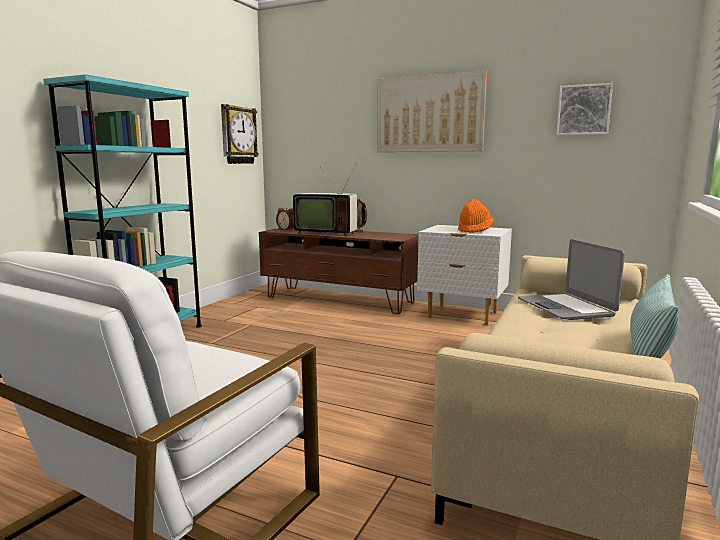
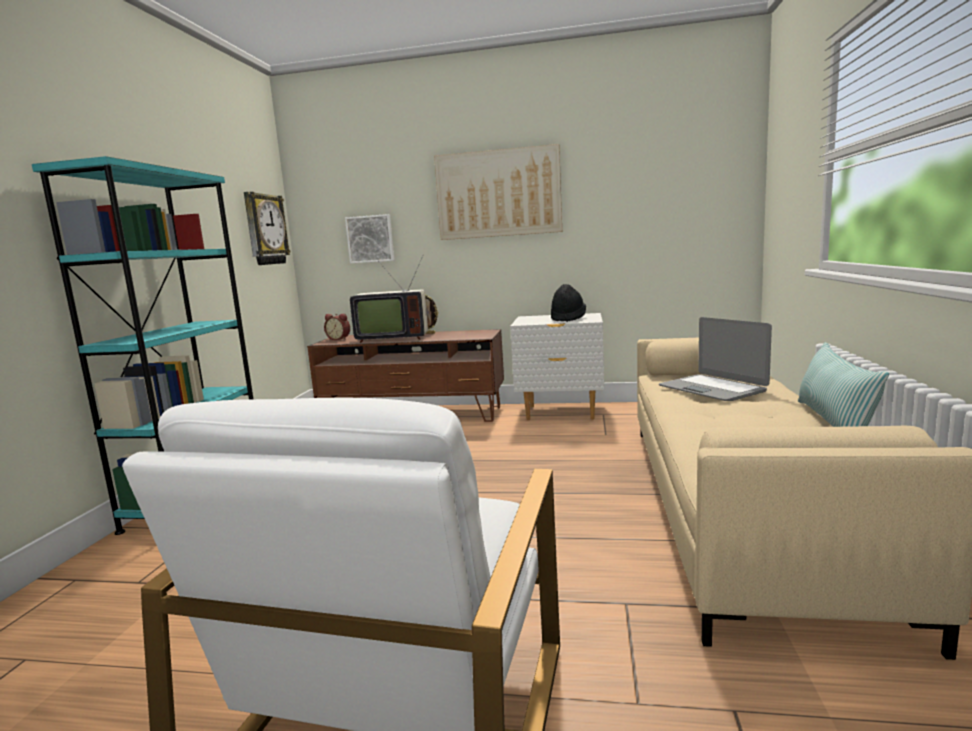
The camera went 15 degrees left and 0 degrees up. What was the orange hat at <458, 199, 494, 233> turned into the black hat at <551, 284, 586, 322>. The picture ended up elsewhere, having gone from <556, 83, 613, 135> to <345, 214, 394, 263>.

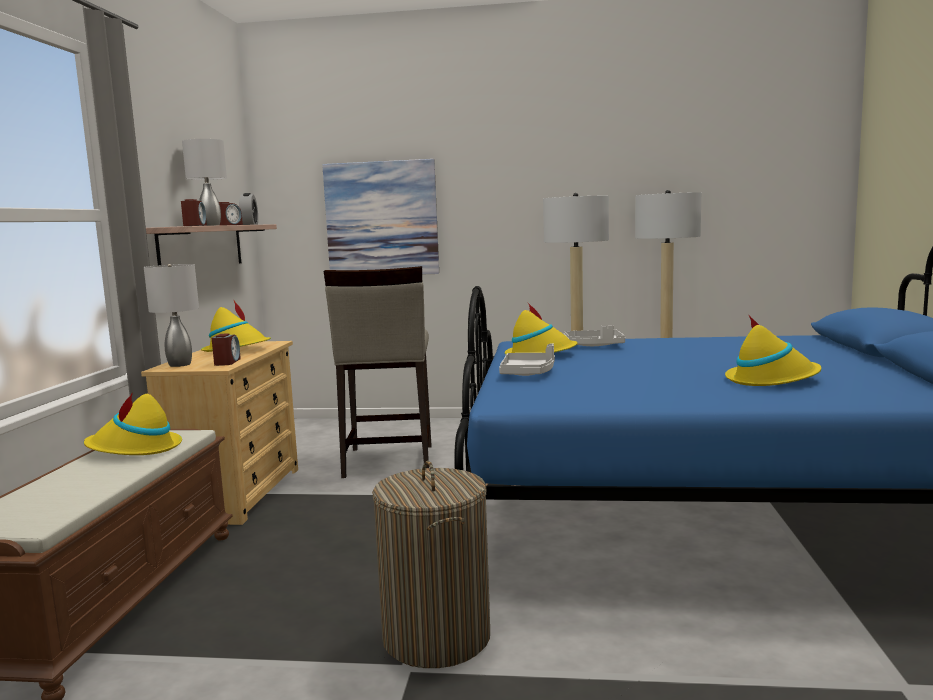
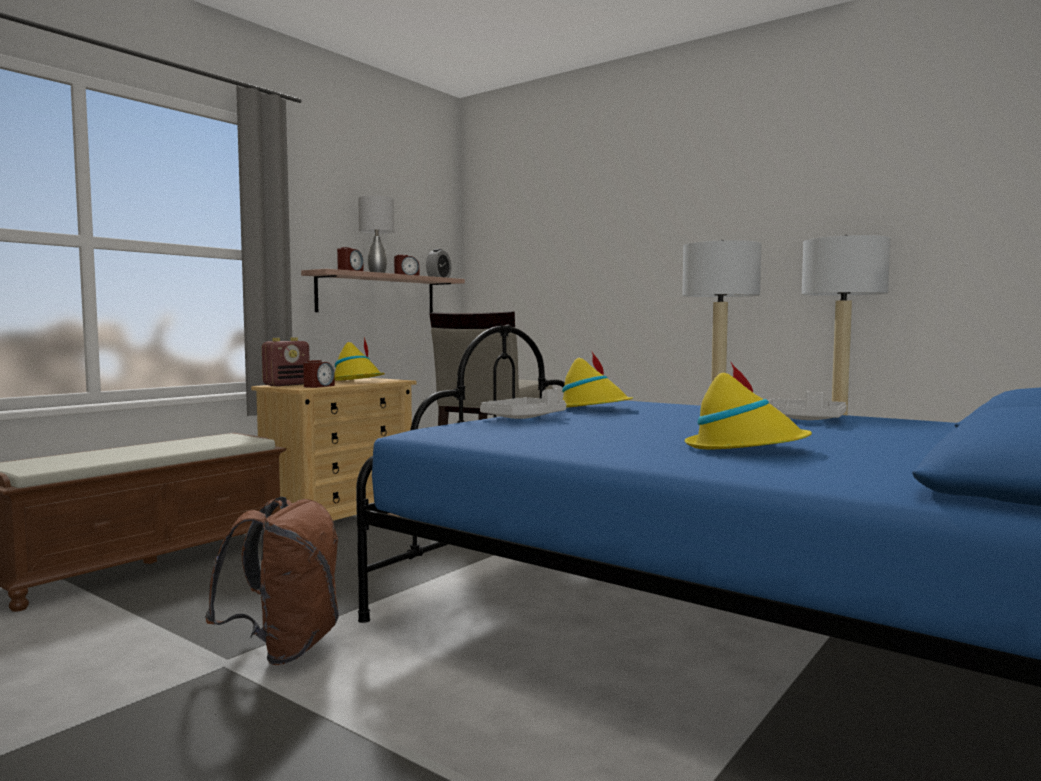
The camera went 30 degrees right and 5 degrees down. The second view lost the yellow hat at <84, 392, 182, 455>. Where the grey table lamp stood at <144, 264, 199, 367>, the radio came to stand at <262, 338, 310, 386>. The second view lost the picture at <322, 159, 439, 274>. Where the laundry basket stood at <372, 461, 490, 668>, the brown backpack came to stand at <205, 497, 339, 665>. The grey tray ended up elsewhere, having gone from <564, 325, 625, 346> to <768, 392, 847, 420>.

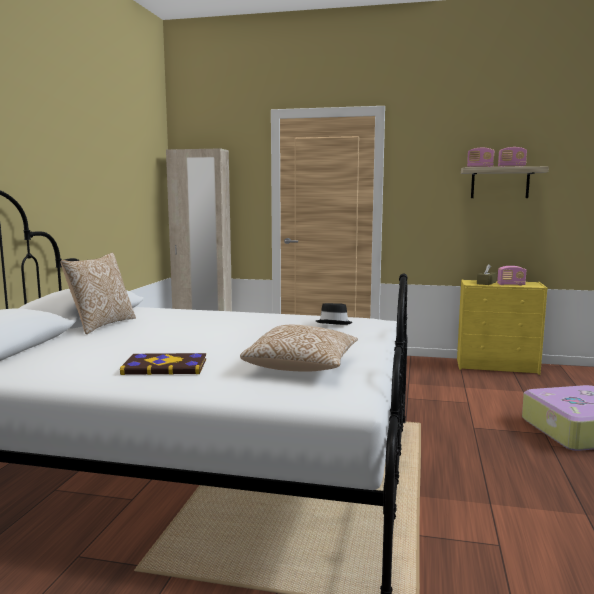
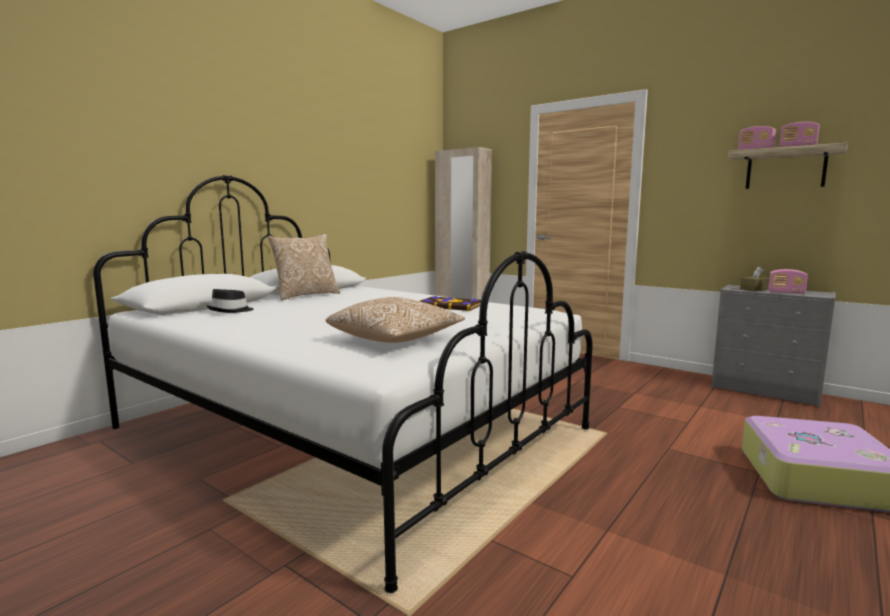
The camera went 25 degrees right and 0 degrees up. The book ended up elsewhere, having gone from <120, 353, 206, 375> to <420, 296, 481, 311>. The black hat ended up elsewhere, having gone from <316, 303, 353, 325> to <206, 289, 253, 313>. What was the yellow dresser at <457, 279, 547, 375> turned into the grey dresser at <711, 285, 836, 408>.

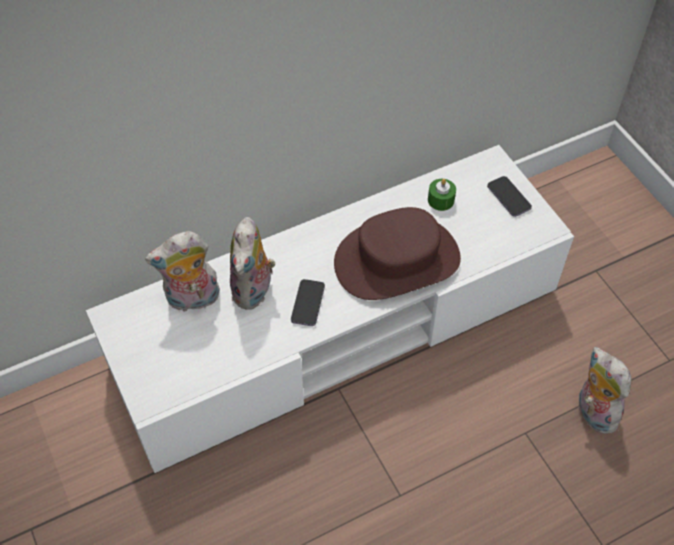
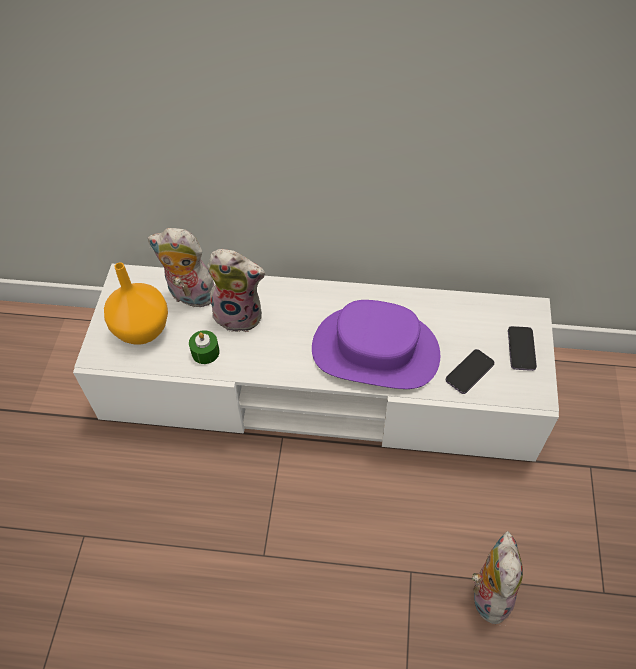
The camera went 35 degrees right and 0 degrees up. The plush toy at <230, 217, 275, 310> ended up facing another way, 120 degrees counterclockwise from before. The phone ended up elsewhere, having gone from <291, 279, 325, 326> to <446, 349, 495, 394>. What was the brown hat at <334, 207, 461, 300> turned into the purple hat at <312, 300, 440, 389>. The green candle ended up elsewhere, having gone from <428, 179, 456, 211> to <189, 330, 220, 364>. The second view gained the orange vase at <104, 262, 168, 345>.

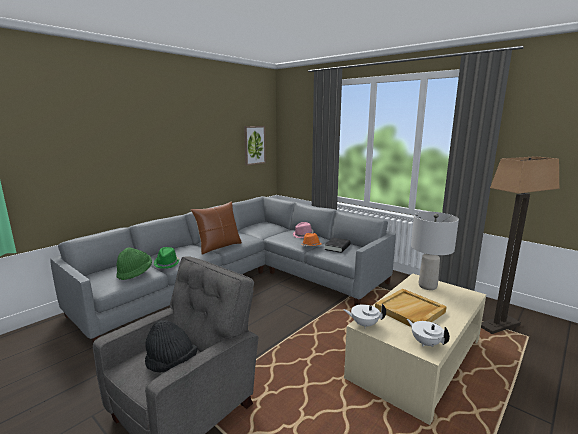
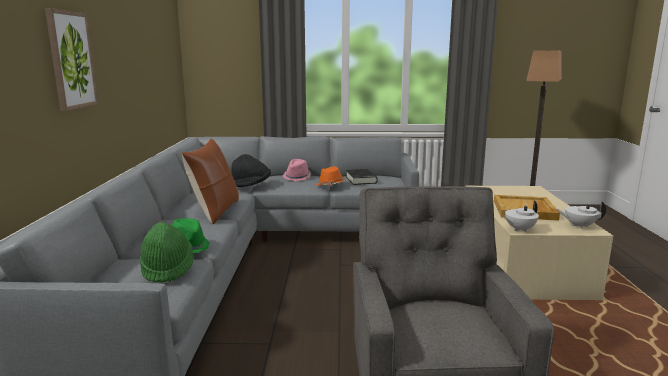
The camera went 40 degrees left and 0 degrees up. The black hat ended up elsewhere, having gone from <145, 320, 198, 373> to <231, 154, 271, 187>. The picture ended up elsewhere, having gone from <244, 126, 266, 166> to <45, 8, 99, 111>. The second view lost the grey table lamp at <411, 212, 459, 290>.

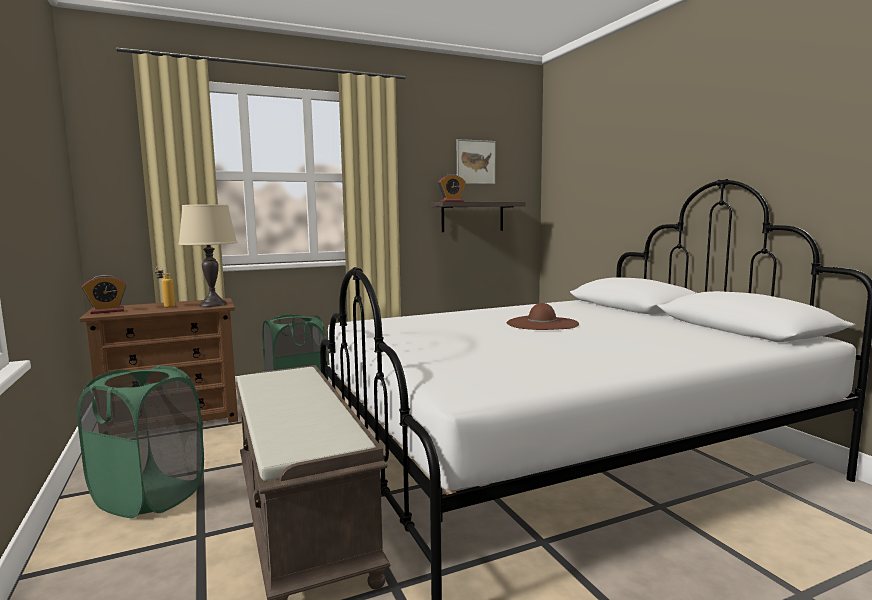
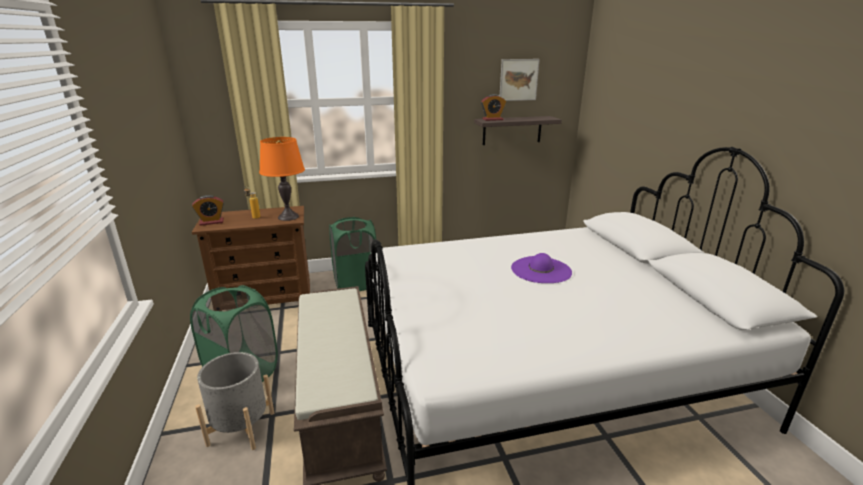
The camera went 10 degrees right and 15 degrees up. What was the beige table lamp at <178, 205, 238, 307> turned into the orange table lamp at <259, 137, 305, 221>. What was the brown hat at <506, 303, 579, 330> turned into the purple hat at <511, 253, 572, 283>. The second view gained the grey planter at <195, 352, 274, 450>.

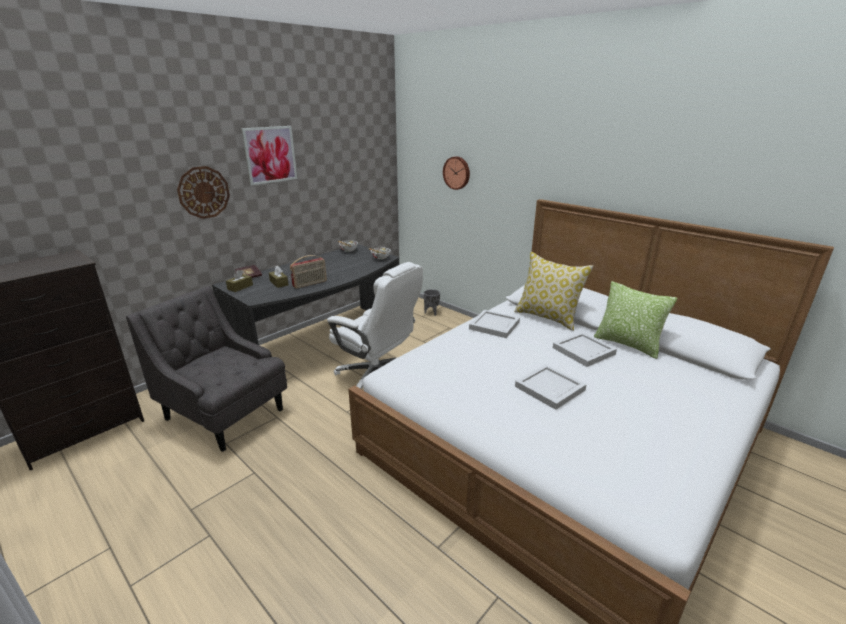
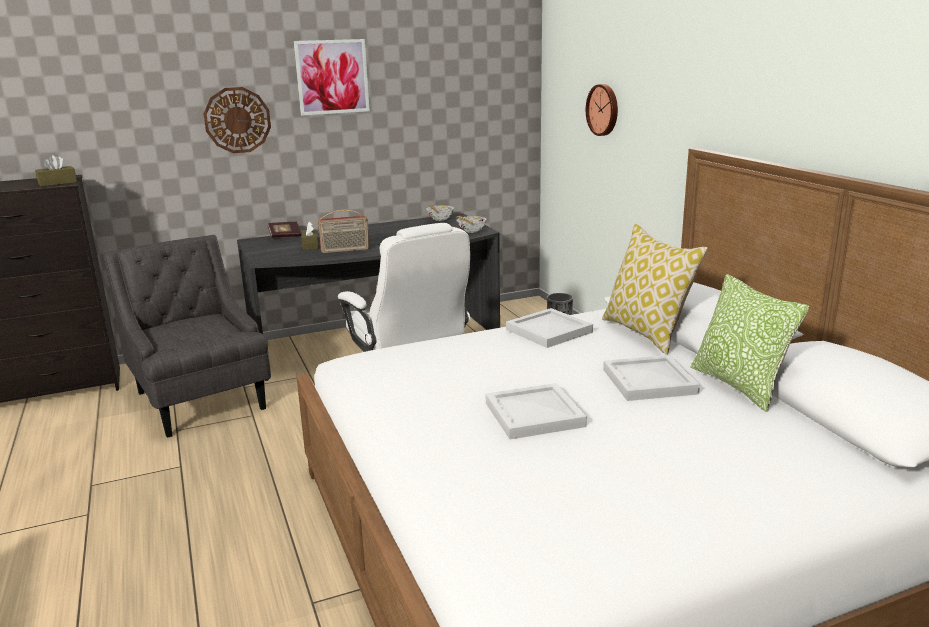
The camera went 25 degrees right and 5 degrees down. The brown tissue box ended up elsewhere, having gone from <226, 270, 253, 292> to <35, 155, 77, 187>.

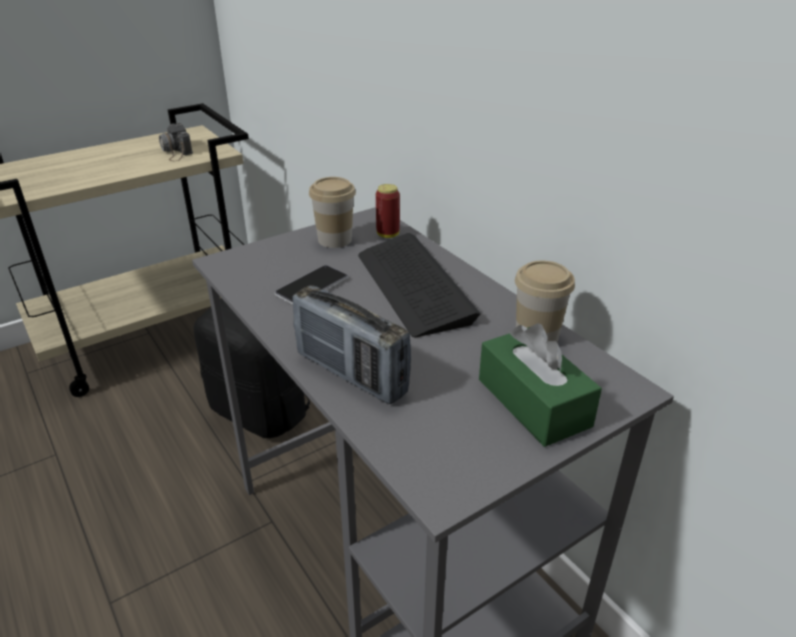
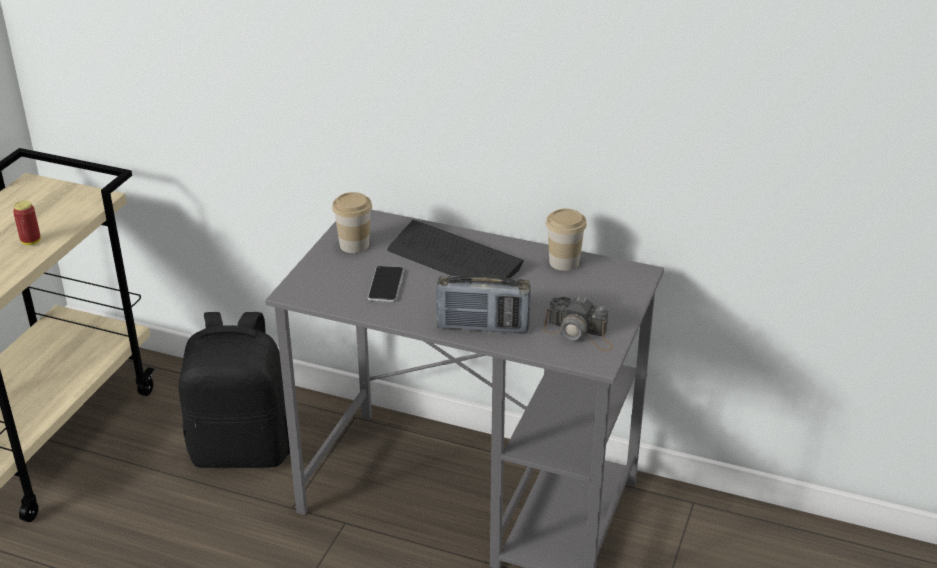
The camera went 35 degrees left and 0 degrees up. The photo camera ended up elsewhere, having gone from <159, 123, 193, 161> to <543, 296, 613, 351>. The can ended up elsewhere, having gone from <376, 184, 400, 238> to <13, 201, 41, 245>. The second view lost the green tissue box at <479, 323, 602, 447>.

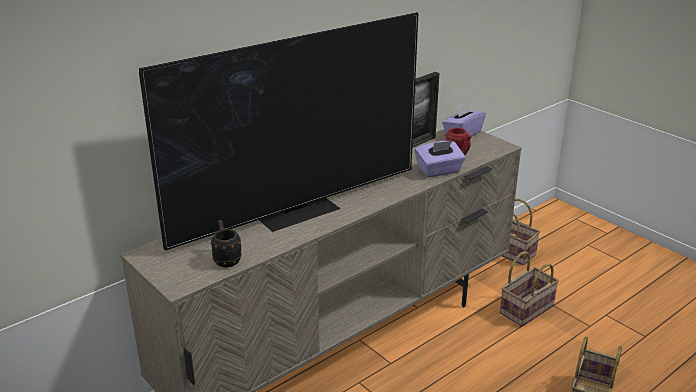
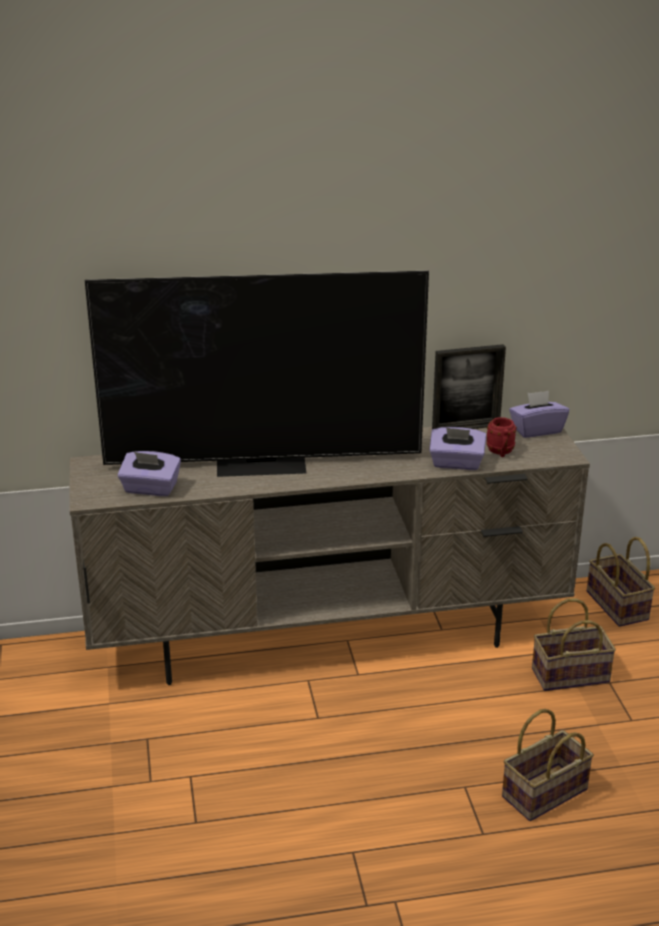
The camera went 30 degrees right and 0 degrees up. Where the black mug stood at <211, 220, 241, 267>, the purple tissue box came to stand at <118, 451, 181, 496>.

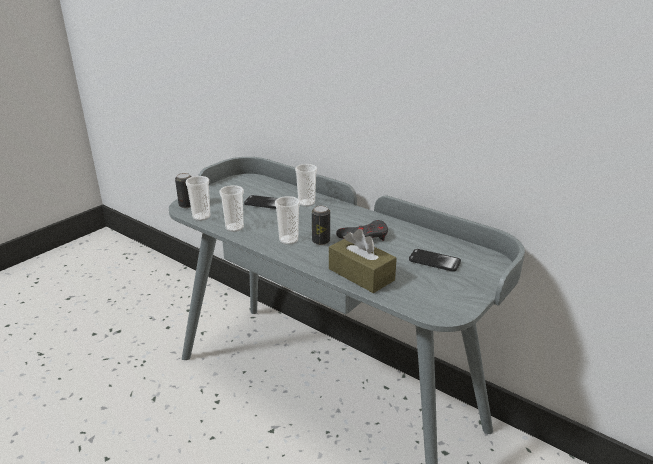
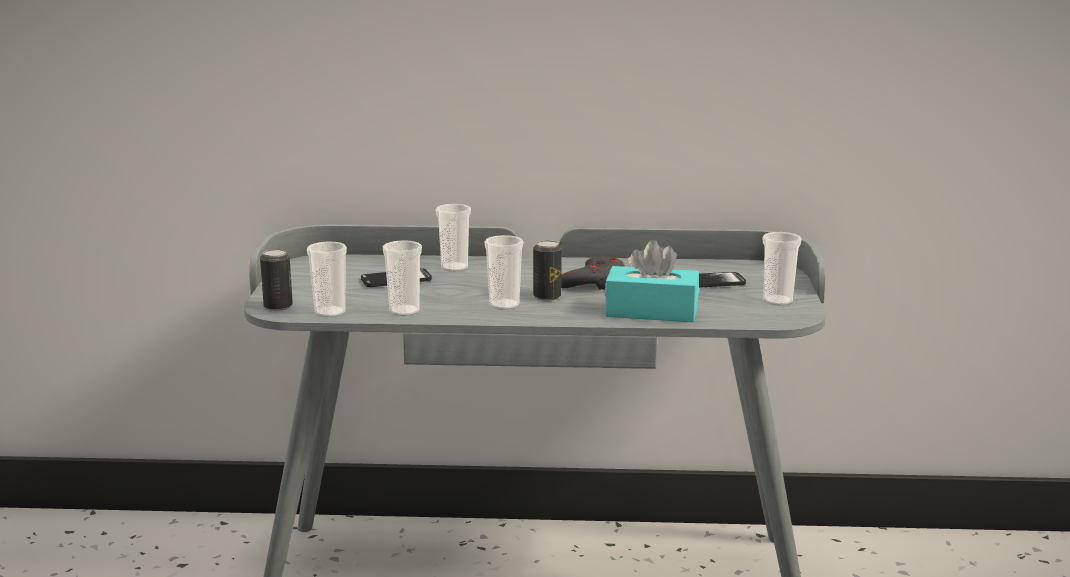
The camera went 35 degrees left and 10 degrees down. What was the brown tissue box at <329, 229, 397, 293> turned into the turquoise tissue box at <605, 240, 699, 322>. The second view gained the cup at <762, 232, 802, 306>.

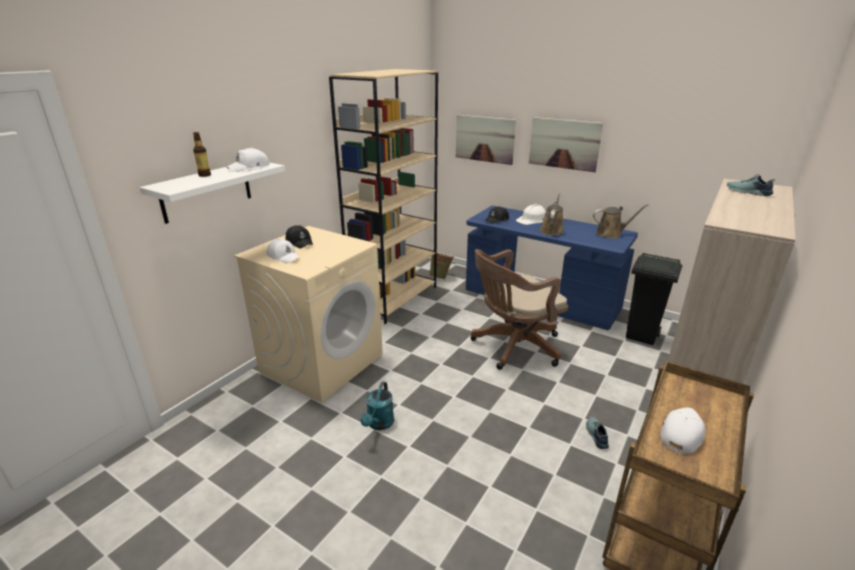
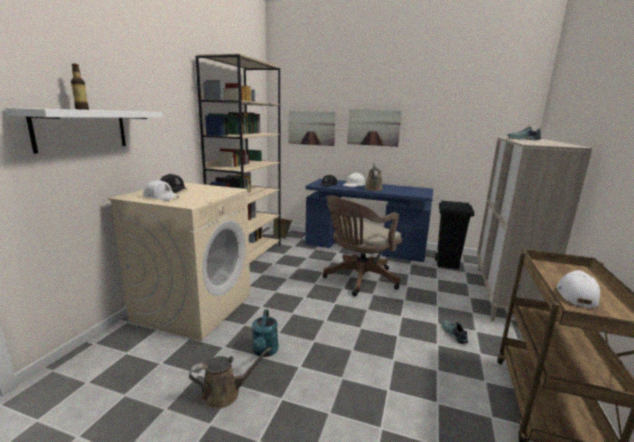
The camera went 15 degrees left and 10 degrees down. The second view lost the white cap at <226, 148, 269, 172>. The brown watering can ended up elsewhere, having gone from <593, 204, 649, 238> to <189, 348, 272, 409>.

